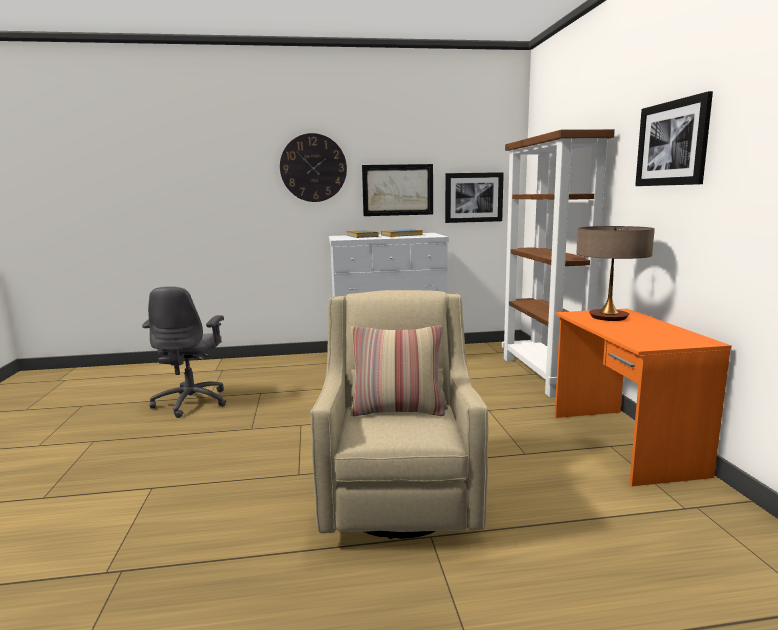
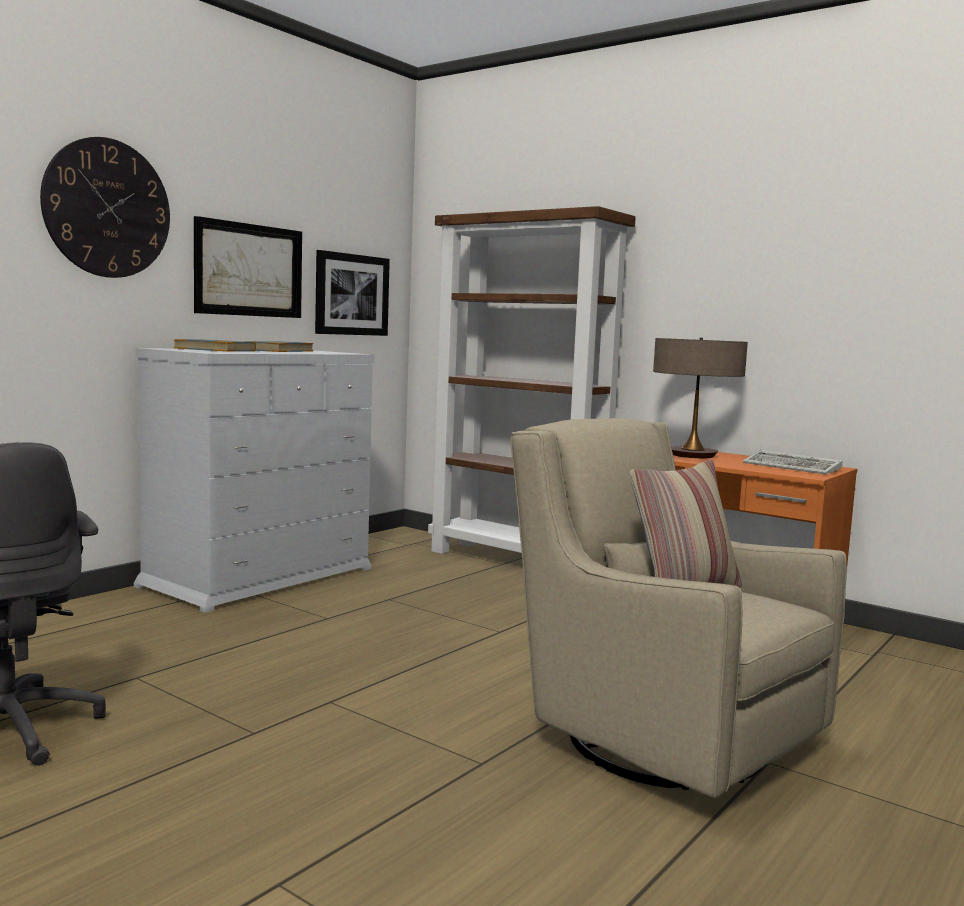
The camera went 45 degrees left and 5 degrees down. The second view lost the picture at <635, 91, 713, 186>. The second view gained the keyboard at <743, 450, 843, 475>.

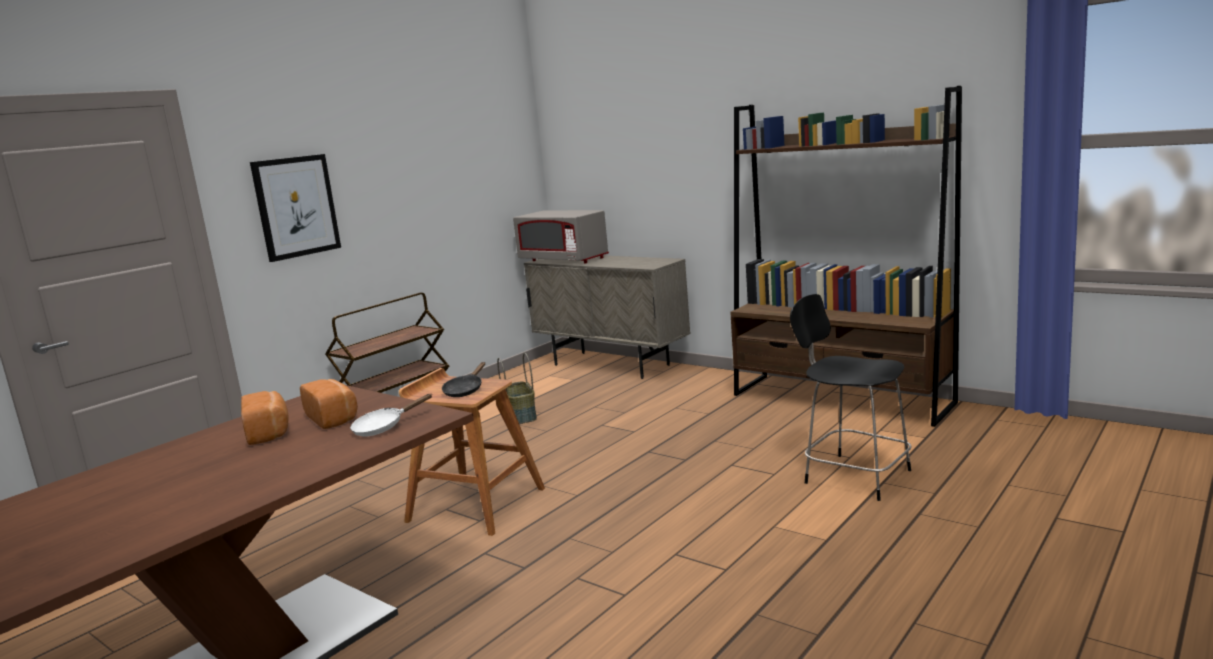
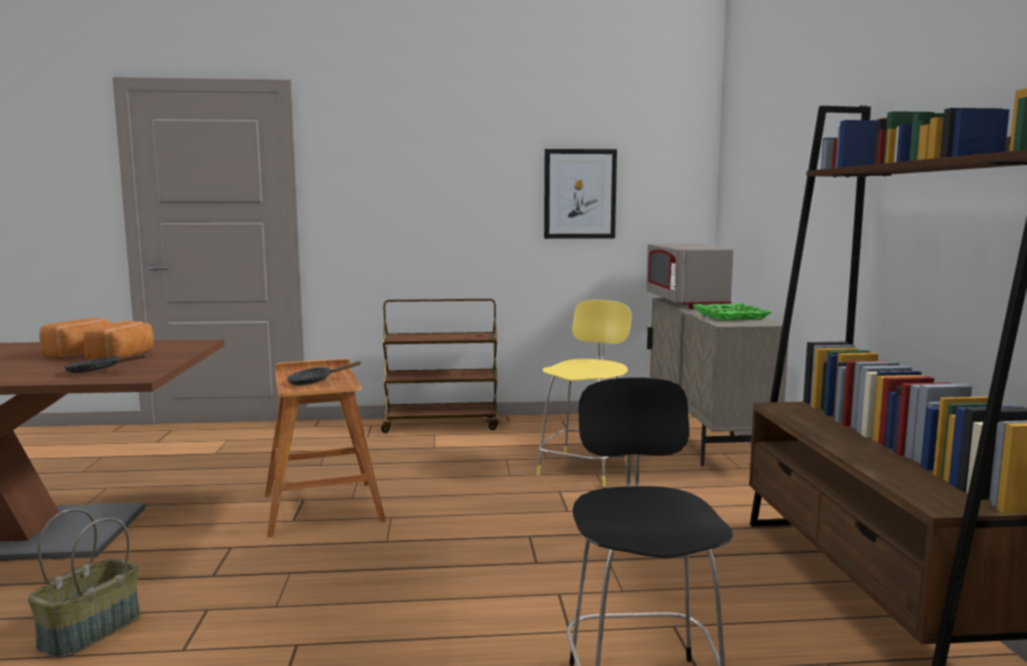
The camera went 45 degrees right and 5 degrees down. The picture ended up elsewhere, having gone from <250, 154, 341, 262> to <544, 149, 617, 239>. What was the white frying pan at <350, 394, 432, 437> turned into the black frying pan at <64, 353, 148, 373>. The basket ended up elsewhere, having gone from <497, 353, 537, 424> to <28, 509, 140, 658>. The second view gained the yellow stool at <537, 300, 631, 487>. The second view gained the green tray at <693, 303, 772, 321>.

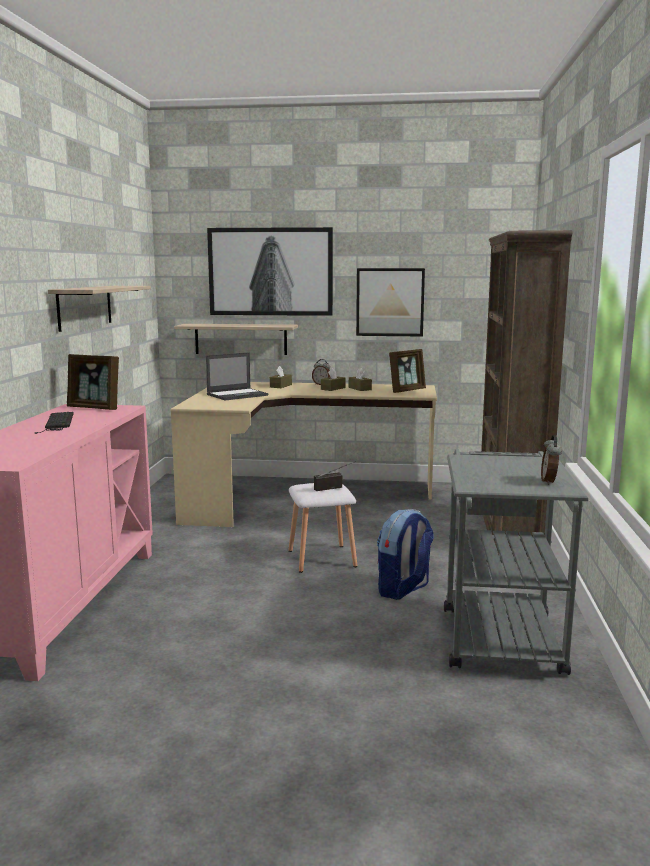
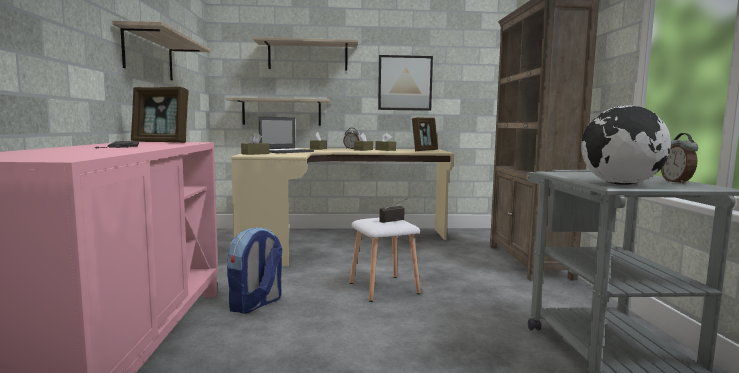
The camera went 10 degrees left and 5 degrees down. Where the picture hung at <207, 227, 333, 316>, the shelf came to hang at <253, 37, 358, 71>. The backpack ended up elsewhere, having gone from <377, 509, 434, 600> to <227, 227, 283, 314>. The second view gained the brown tissue box at <241, 133, 270, 155>. The second view gained the globe at <581, 105, 671, 185>.

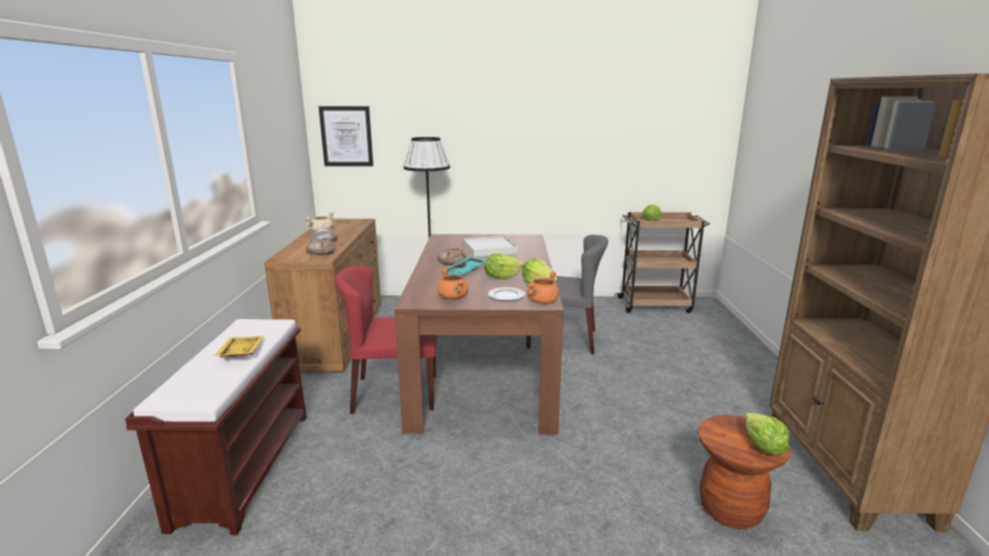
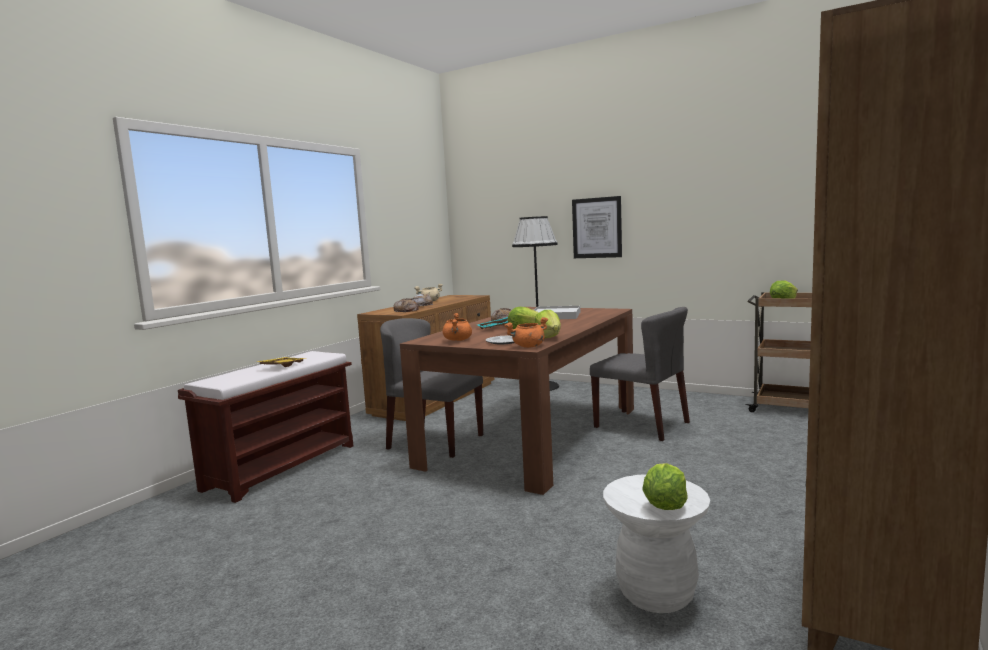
The camera went 30 degrees right and 10 degrees down. The picture ended up elsewhere, having gone from <319, 106, 373, 166> to <572, 196, 622, 258>. What was the red chair at <335, 266, 437, 414> turned into the grey chair at <380, 318, 483, 458>. What was the brown stool at <698, 415, 791, 529> turned into the white stool at <603, 474, 710, 613>.

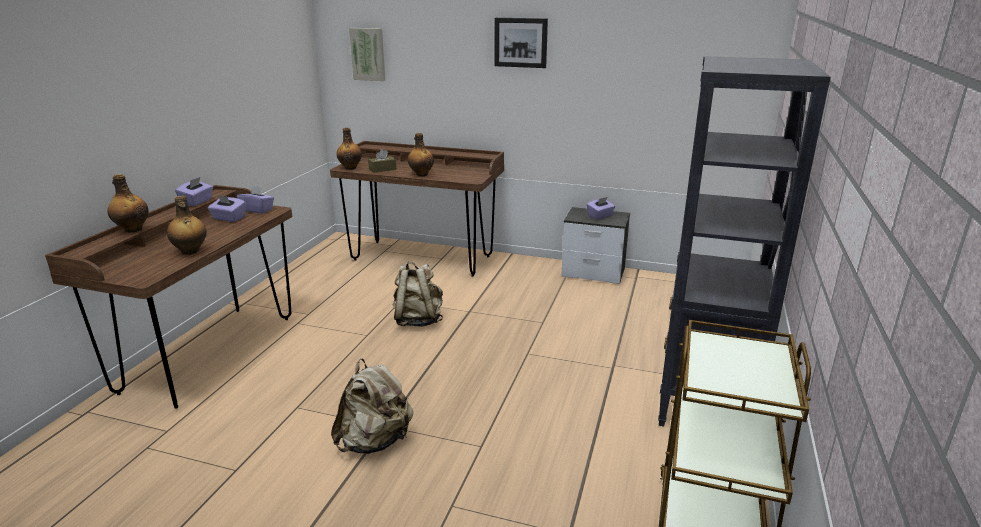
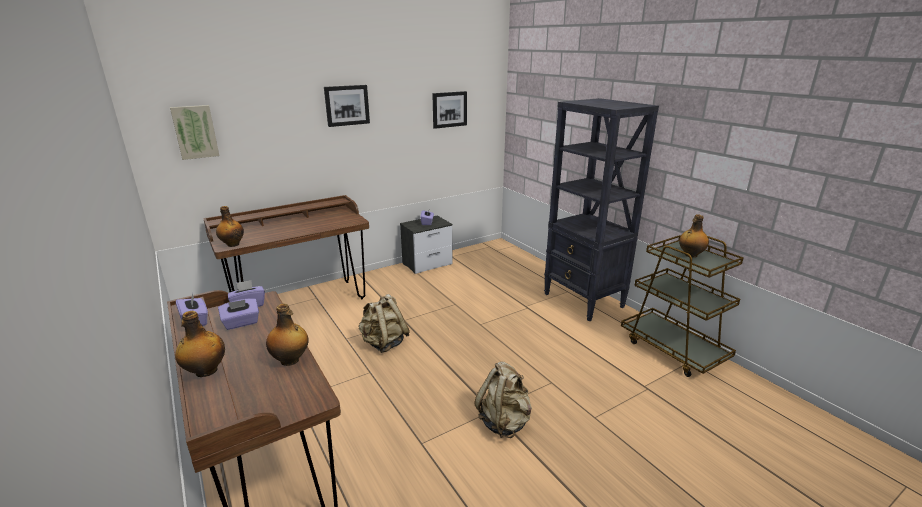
The camera went 50 degrees left and 0 degrees up. The second view lost the brown tissue box at <368, 149, 396, 173>. The bottle ended up elsewhere, having gone from <408, 133, 434, 176> to <679, 214, 709, 258>. The second view gained the picture at <432, 91, 467, 129>.

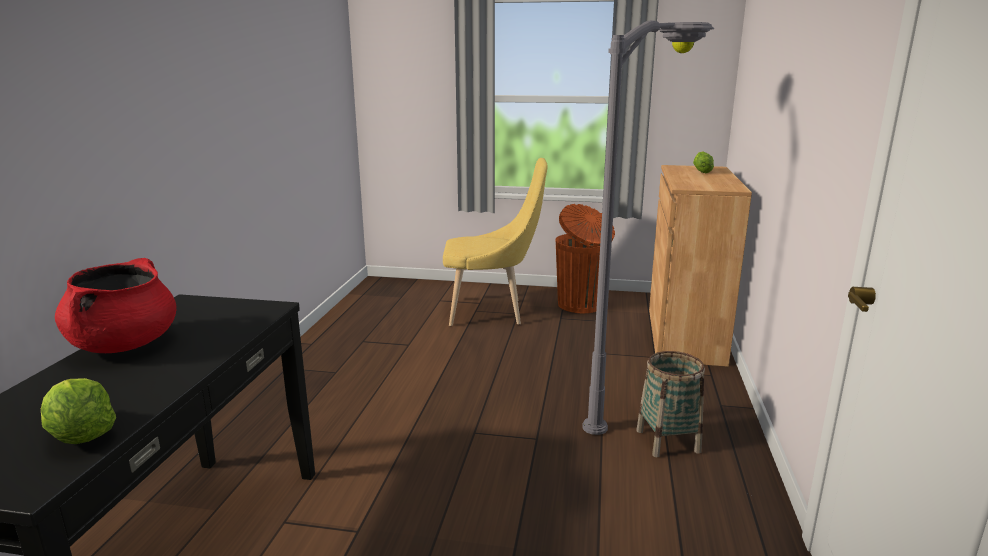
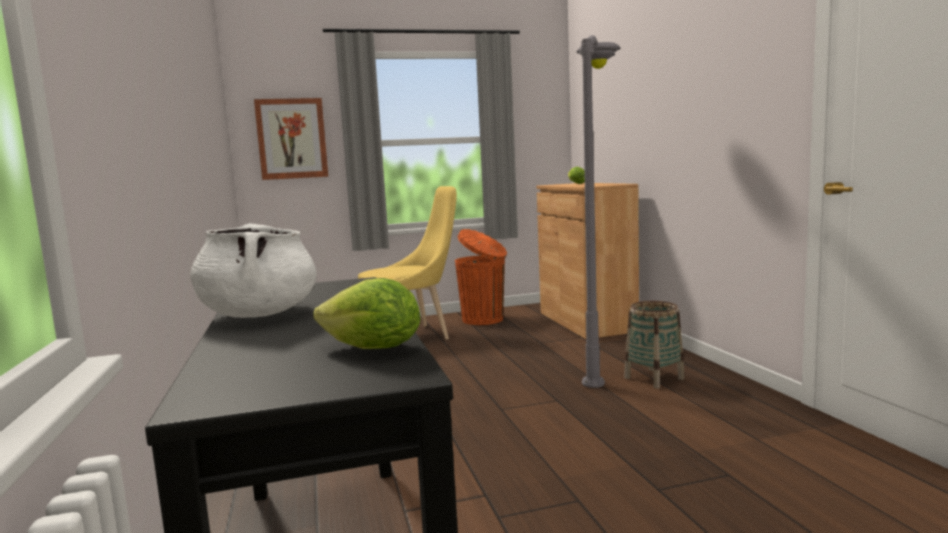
The camera went 25 degrees left and 10 degrees down. What was the red cooking pot at <55, 258, 177, 353> turned into the white cooking pot at <190, 223, 317, 318>. The second view gained the picture at <254, 98, 328, 180>.

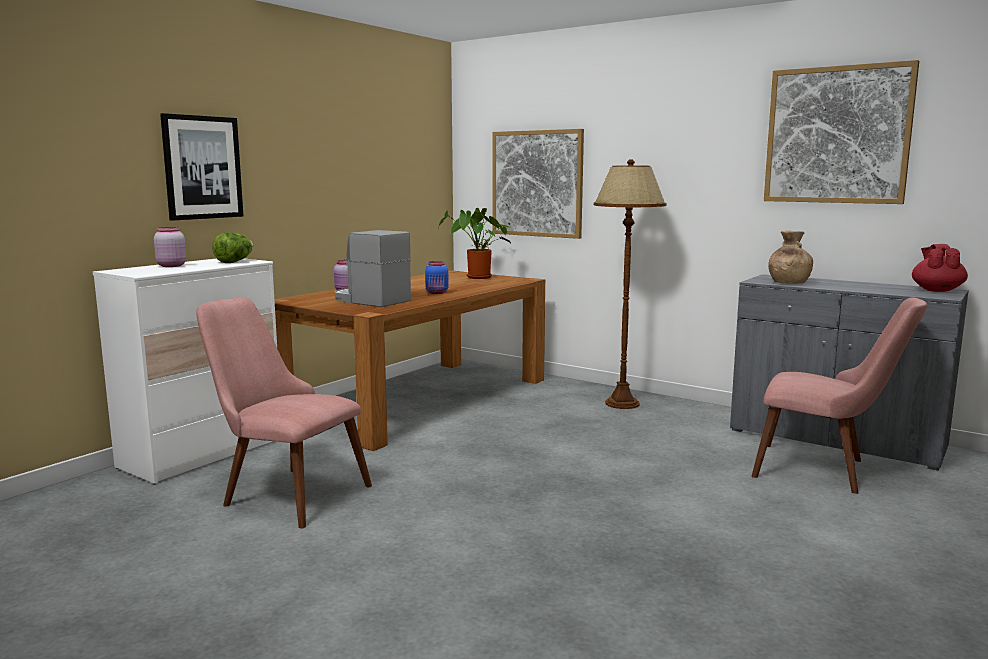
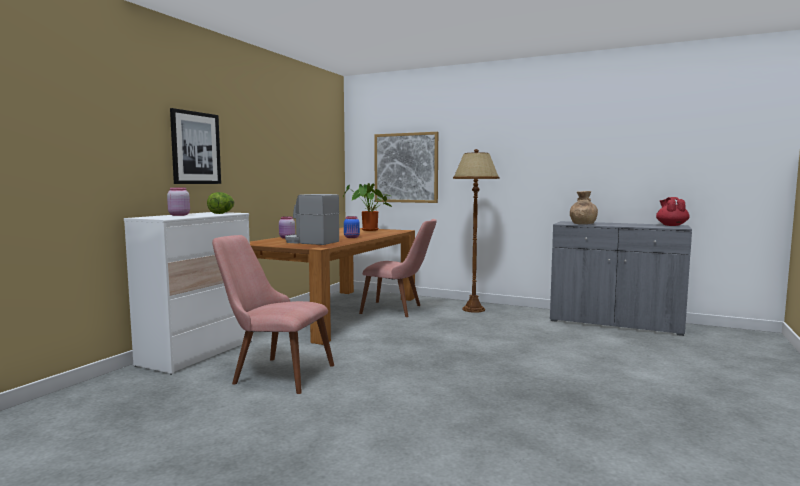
The camera went 10 degrees left and 5 degrees down. The pink chair ended up elsewhere, having gone from <752, 297, 927, 494> to <359, 219, 437, 317>. The second view lost the picture at <764, 60, 919, 204>.

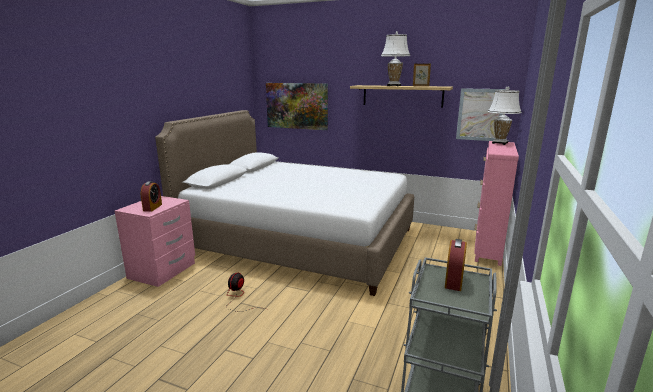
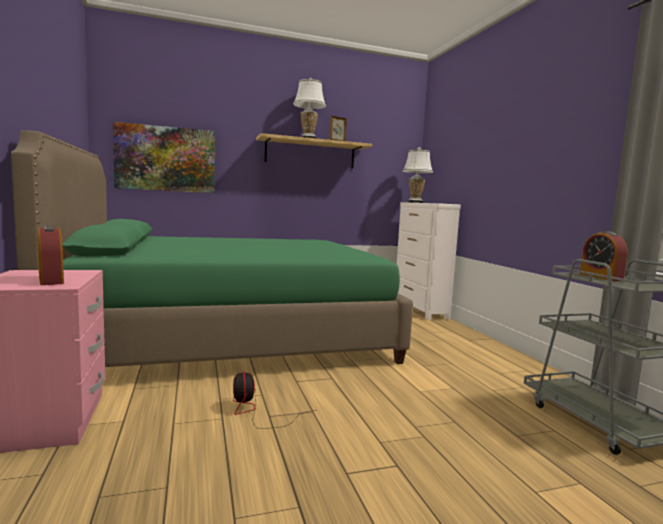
The camera went 40 degrees left and 10 degrees down. What was the white bed at <155, 110, 414, 296> turned into the green bed at <11, 130, 413, 367>. The second view lost the picture at <456, 88, 505, 141>. What was the pink dresser at <474, 141, 519, 266> turned into the white dresser at <397, 202, 461, 320>.

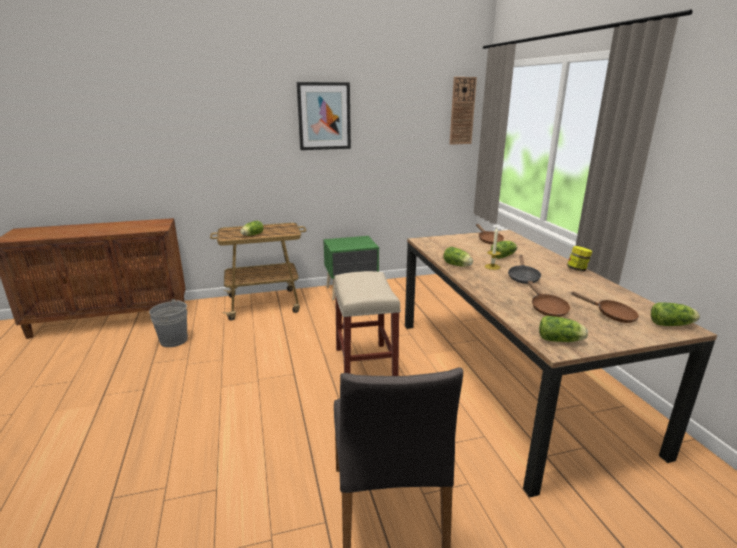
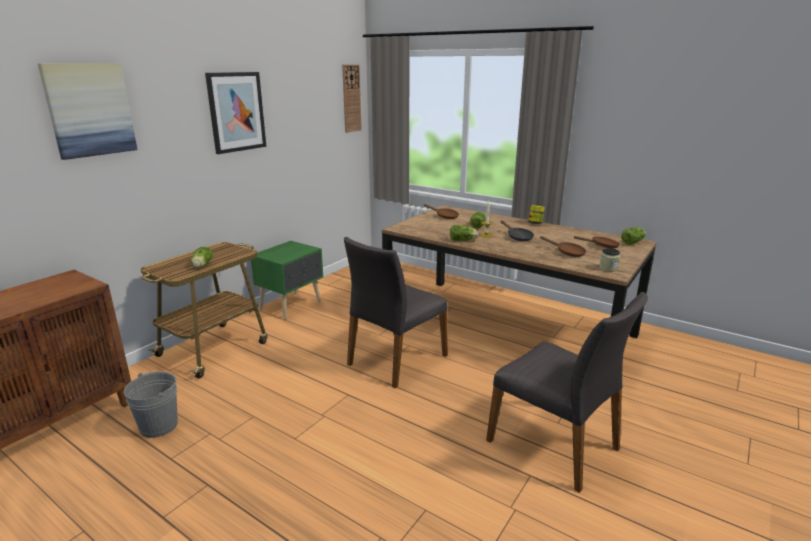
The camera went 40 degrees left and 0 degrees up. Where the beige stool stood at <334, 271, 401, 376>, the grey chair came to stand at <344, 237, 448, 388>. Where the lettuce stood at <539, 316, 588, 342>, the jar came to stand at <599, 248, 620, 272>. The second view gained the picture at <38, 63, 138, 160>.

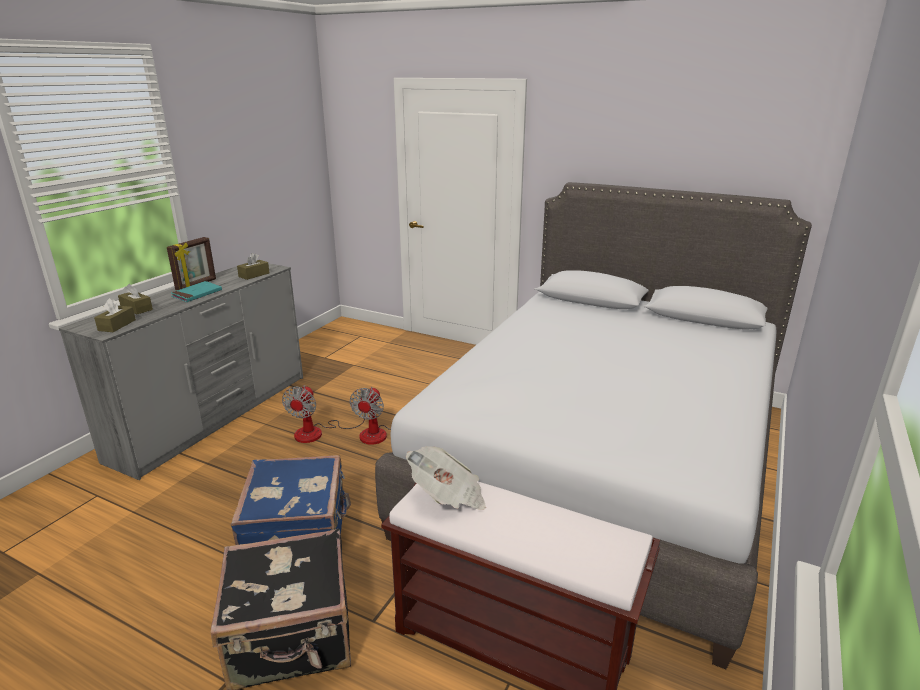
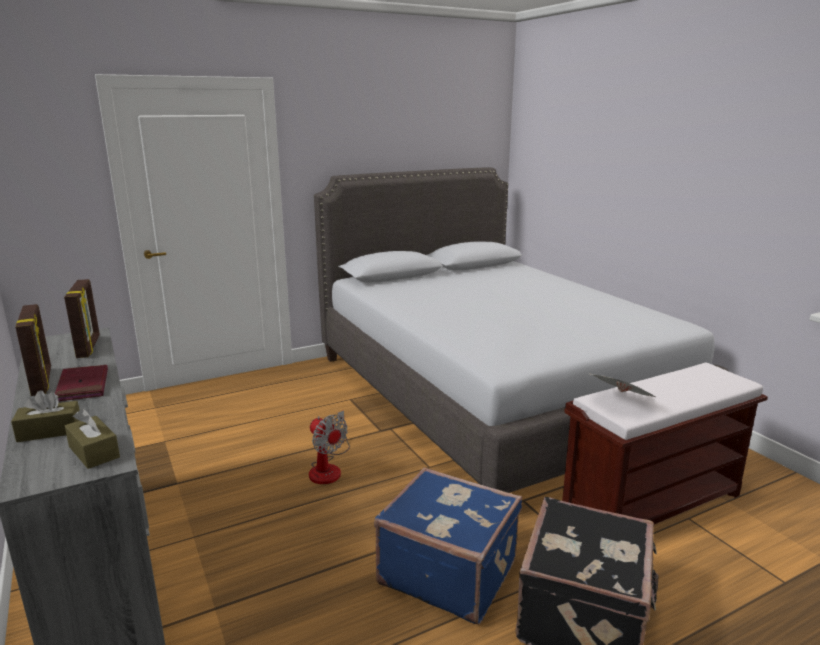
The camera went 55 degrees left and 5 degrees down. What was the turquoise book at <171, 281, 222, 302> turned into the red book at <55, 365, 108, 401>. Where the brown tissue box stood at <237, 253, 270, 280>, the picture frame came to stand at <64, 279, 100, 358>. The second view lost the fan at <282, 385, 365, 443>.

